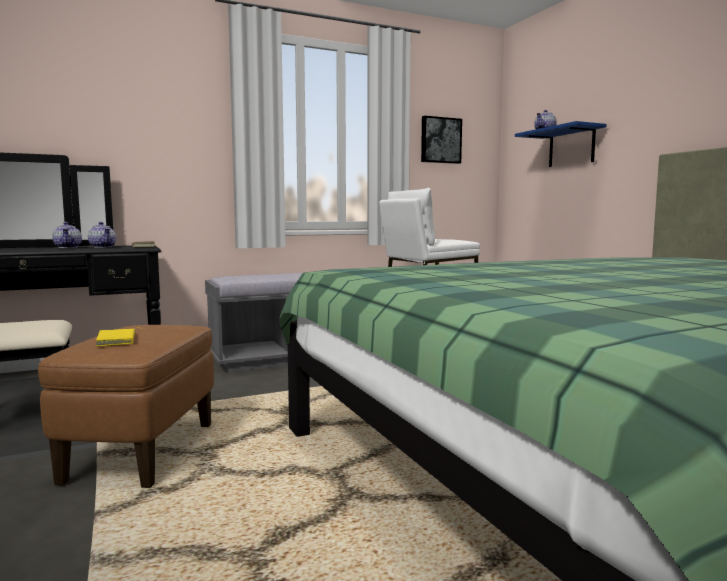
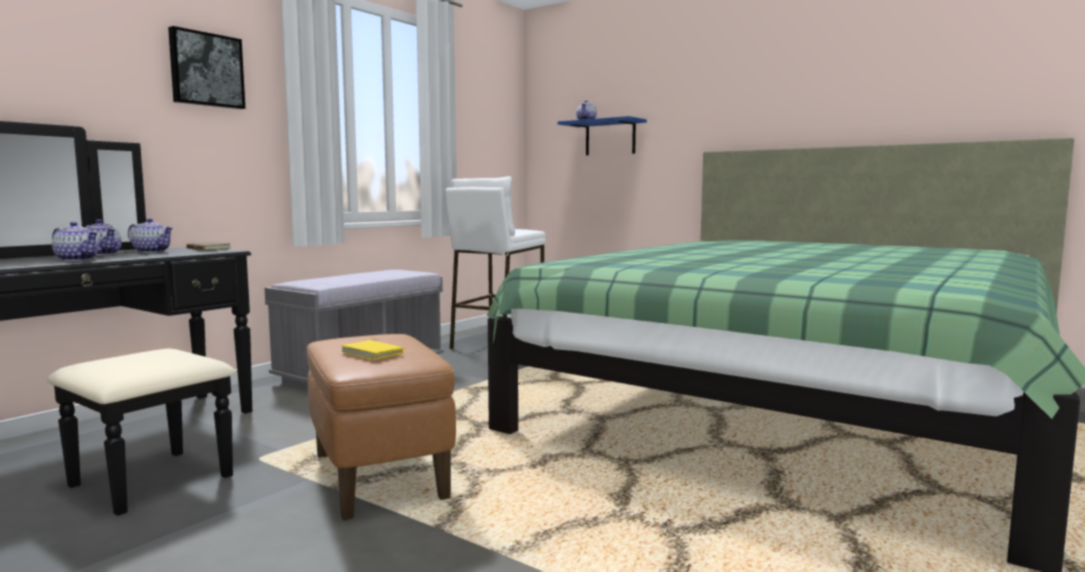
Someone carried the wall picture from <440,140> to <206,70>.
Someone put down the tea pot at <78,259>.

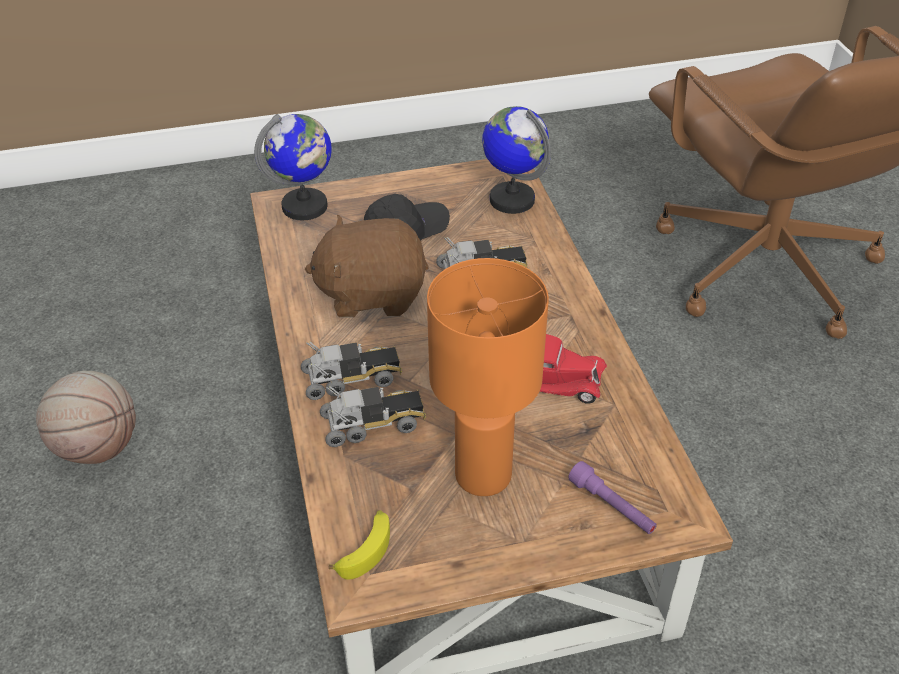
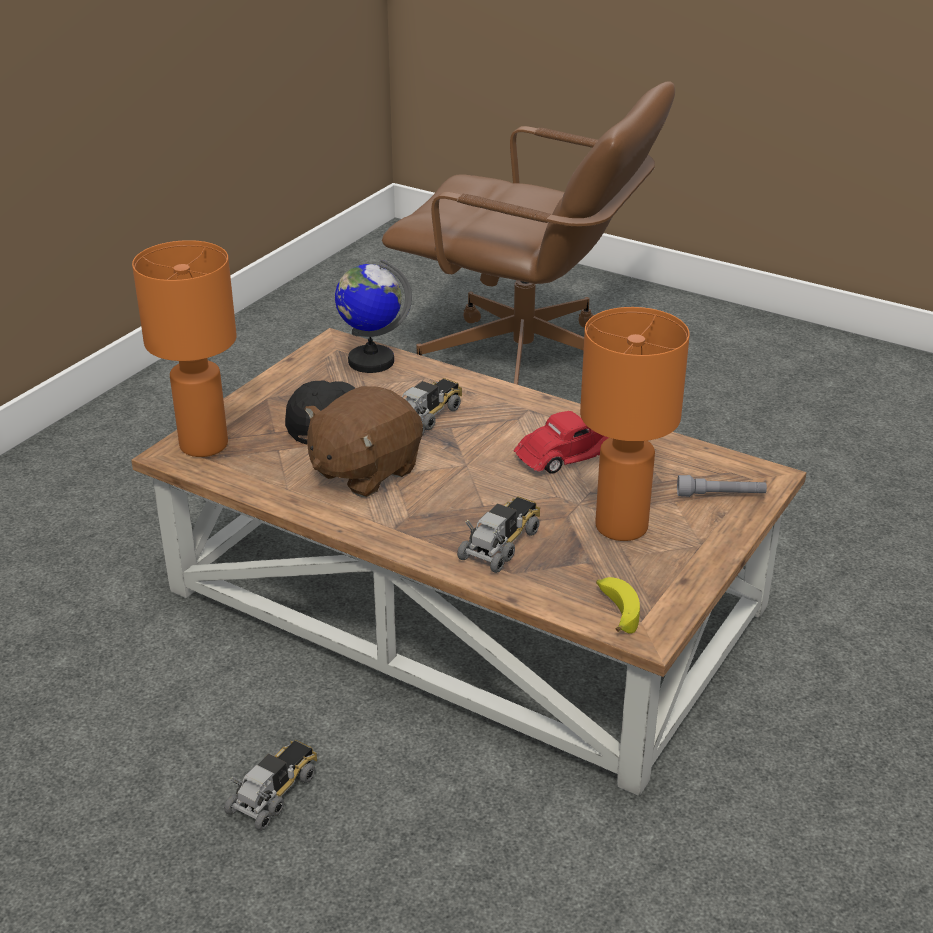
Someone took away the basketball at <98,447>.
Someone swapped the desk globe at <305,207> for the orange-coloured lamp for a table at <203,444>.
Someone carried the toy lorry from <352,378> to <274,792>.
Someone repainted the purplish hand torch at <612,506>, which became the grey hand torch at <720,495>.

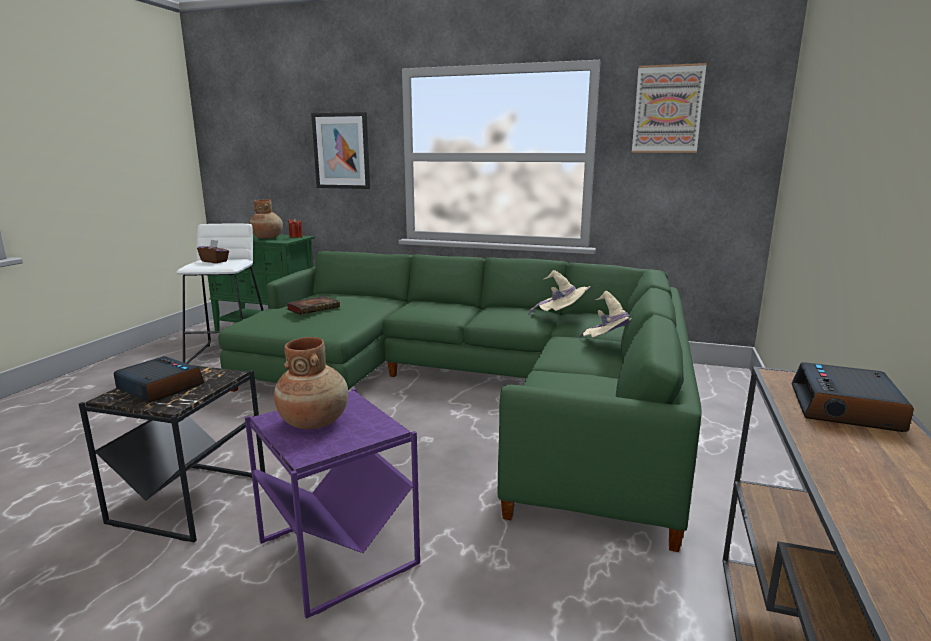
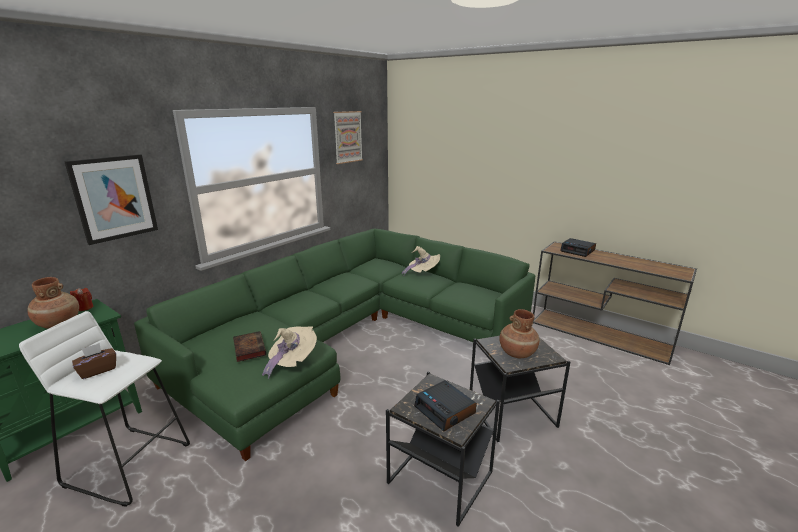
Someone rotated the alarm clock at <159,387> by 90 degrees counterclockwise.
Someone repainted the purplish accent table at <337,554>, which became the black-coloured accent table at <512,414>.
Someone carried the beige wearable hat from <562,316> to <292,362>.

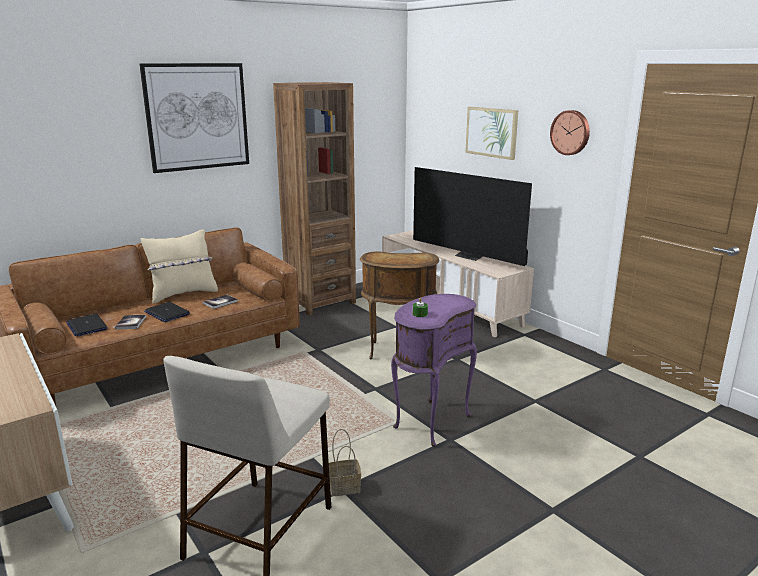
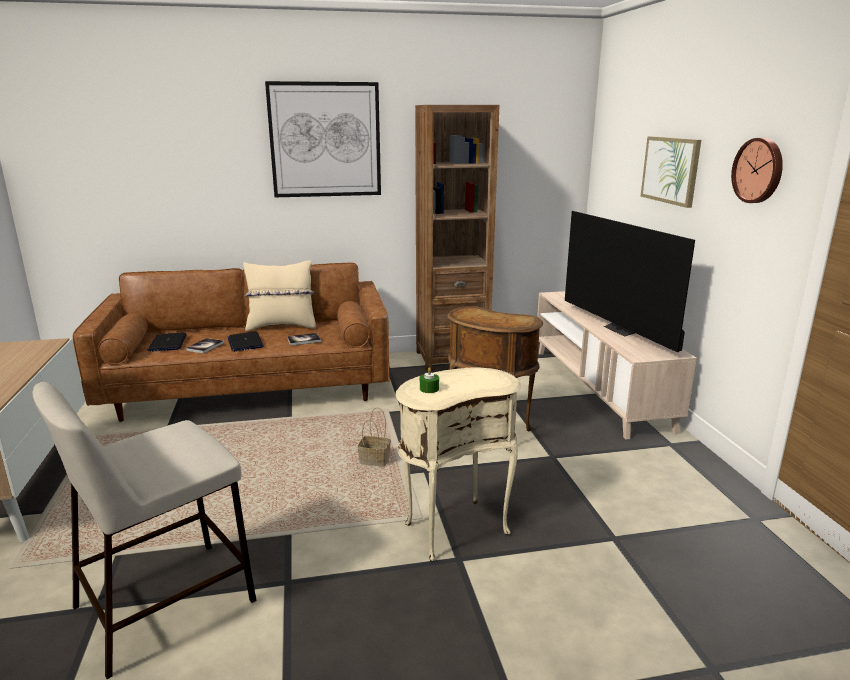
Someone carried the storage basket from <345,486> to <375,460>.
Someone repainted the purplish accent table at <429,421>, which became the beige accent table at <454,527>.

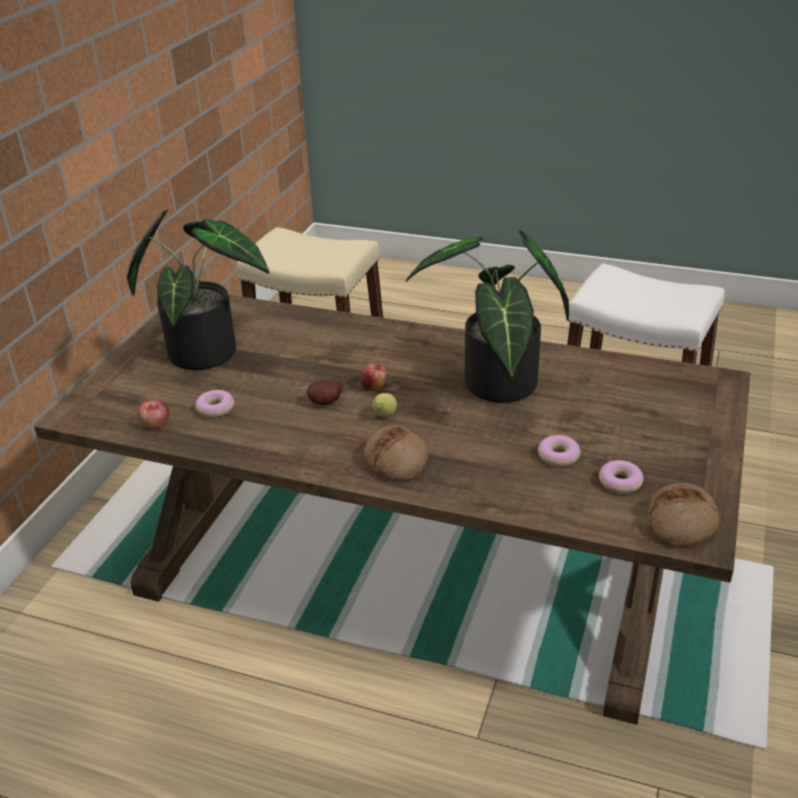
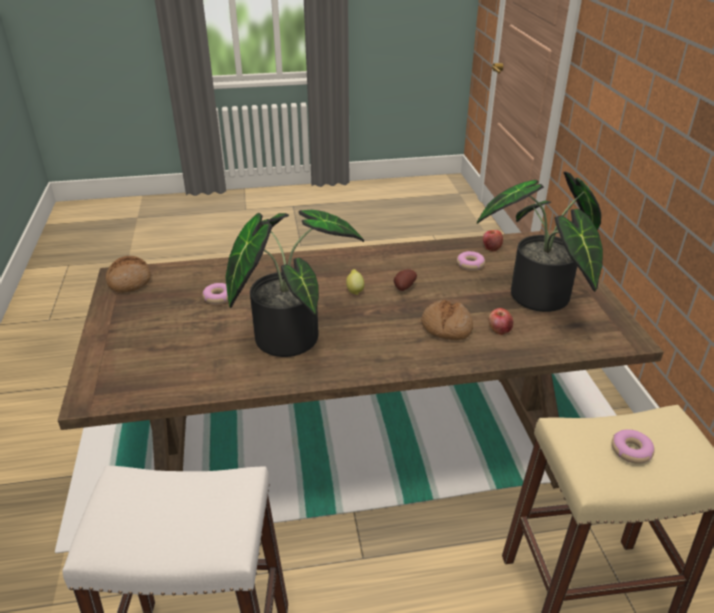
Someone carried the apple fruit from <374,386> to <499,329>.
Someone carried the bakery bread from <396,461> to <446,327>.
Someone carried the ring doughnut from <620,482> to <631,450>.

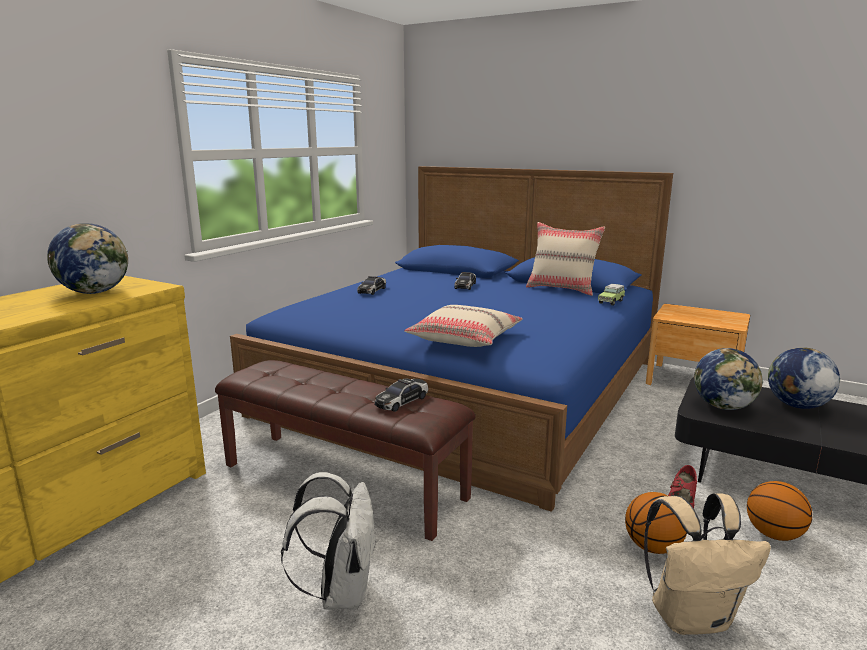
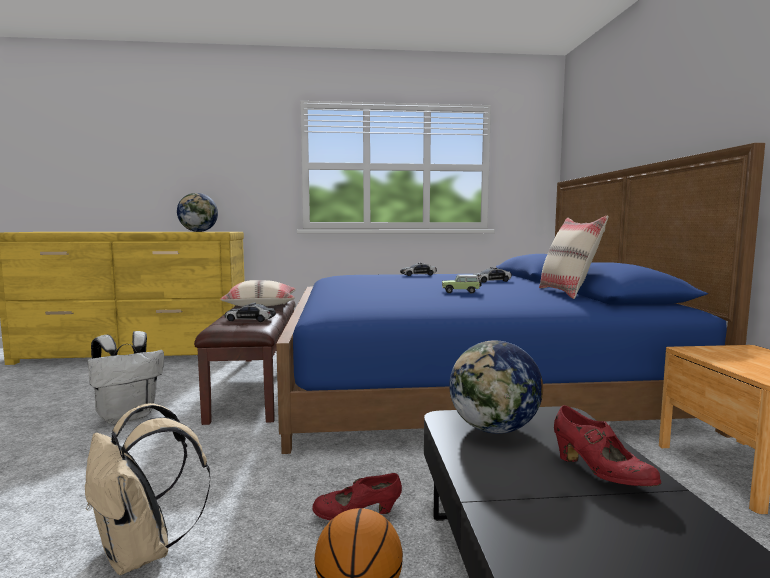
Someone carried the beige throw pillow from <465,338> to <261,304>.
Someone carried the model car from <611,301> to <461,292>.
Someone took away the basketball at <653,547>.
Someone swapped the desk globe at <796,405> for the red item of footwear at <600,474>.

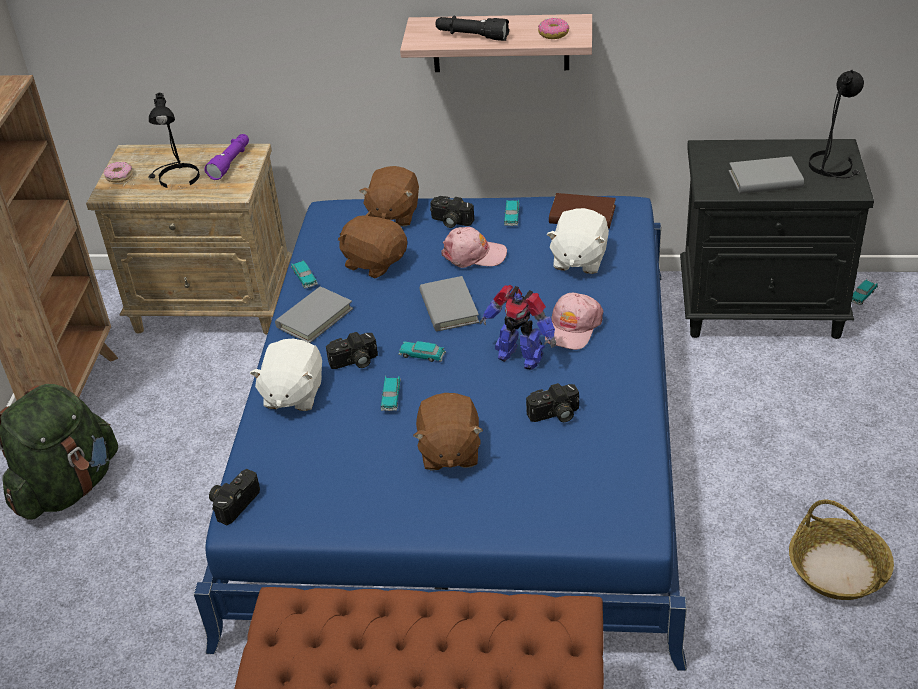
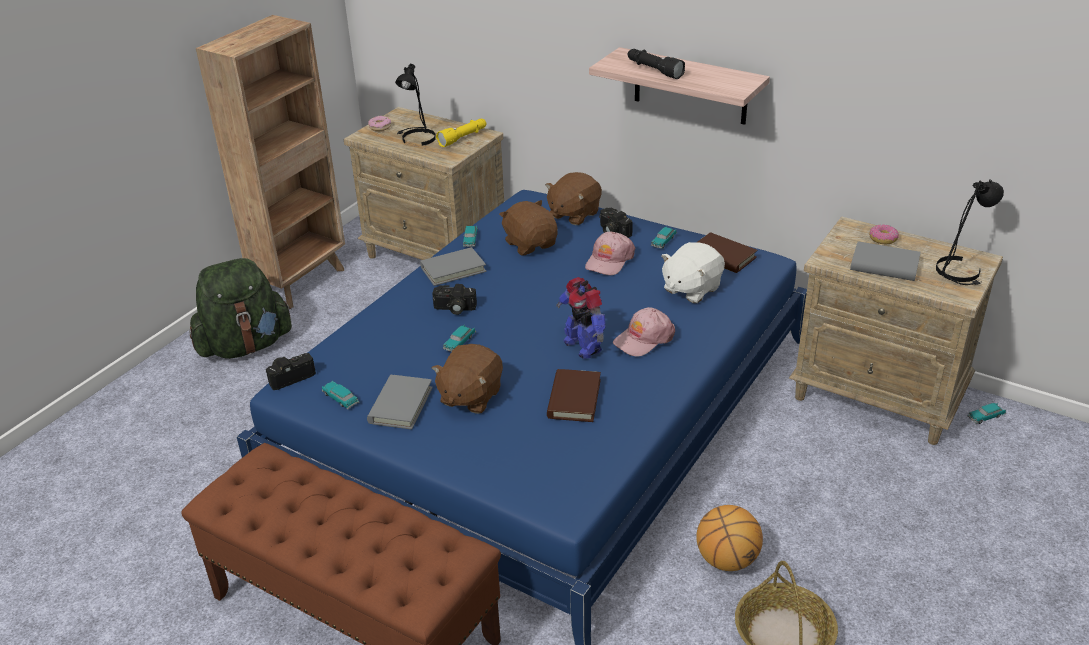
Someone repainted the purplish hand torch at <231,162>, which became the yellow-coloured hand torch at <463,138>.
Someone took away the white-coloured plush toy at <292,394>.
Someone carried the model car from <422,355> to <340,398>.
Someone carried the grey bound book from <449,307> to <400,405>.
Someone rotated the pink-coloured cap at <473,255> by 90 degrees clockwise.
Someone swapped the photo camera at <555,415> for the brown bound book at <574,399>.
Someone carried the ring doughnut from <553,34> to <883,239>.
Someone repainted the black-coloured bedside table at <762,308>, which became the beige bedside table at <879,396>.
Someone put down the basketball at <726,560>.

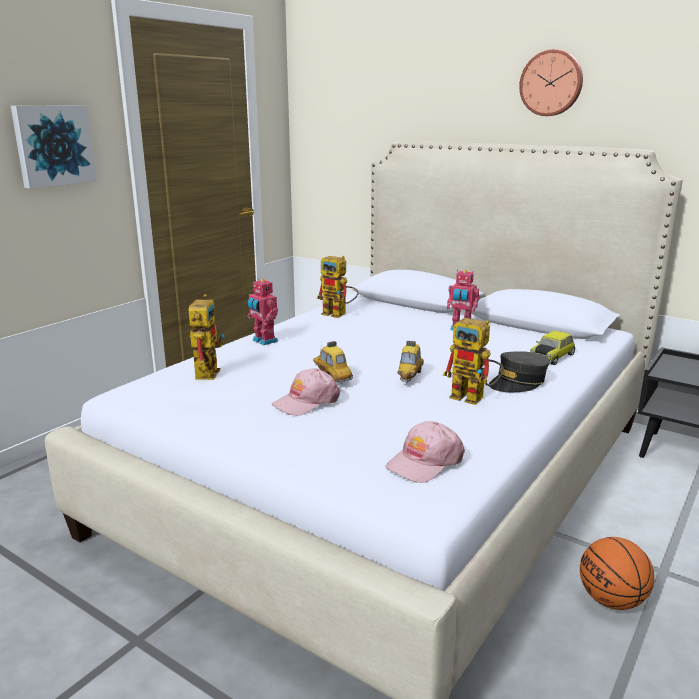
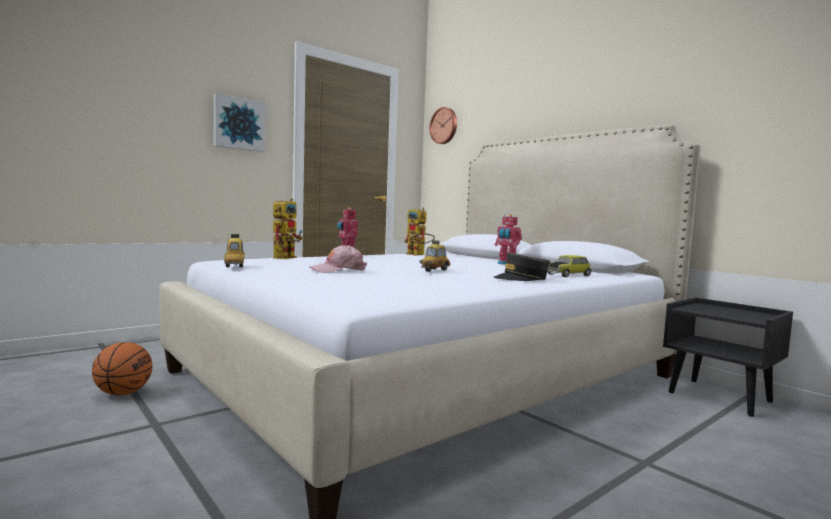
Someone carried the model car from <332,376> to <235,265>.
Someone took away the pink-coloured cap at <424,462>.
Someone took away the model robot at <474,398>.
Someone carried the wall clock from <551,83> to <444,126>.
Someone carried the basketball from <611,600> to <123,393>.

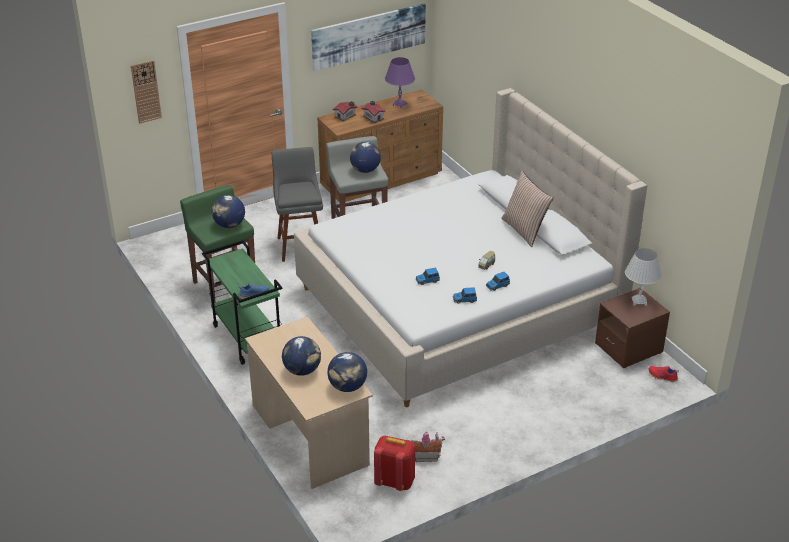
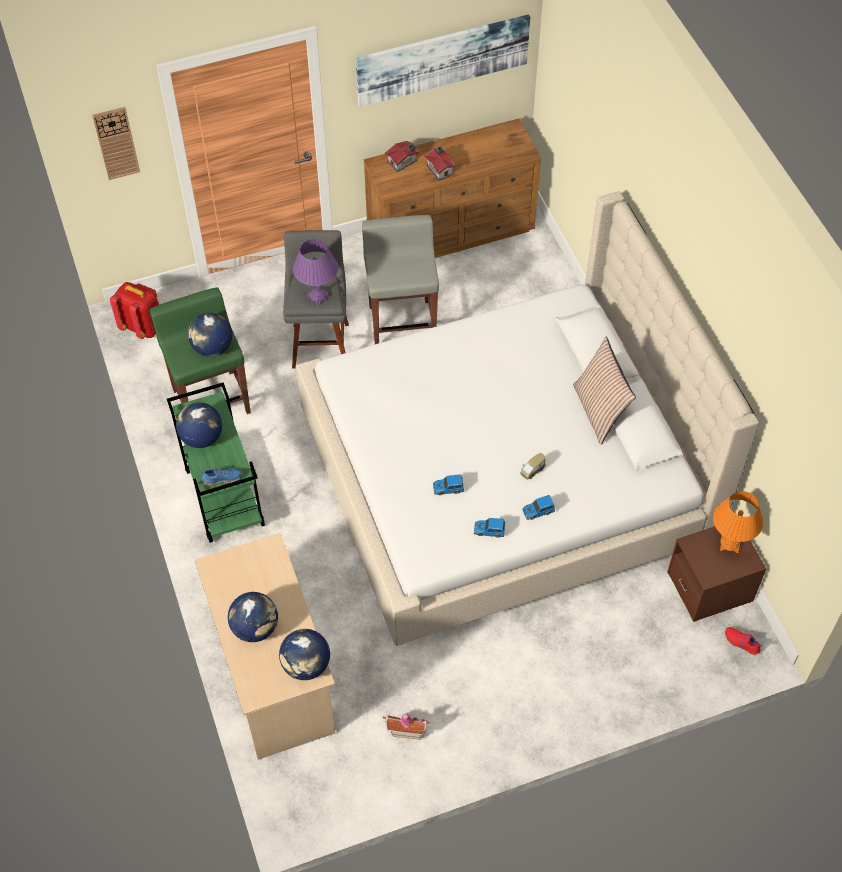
Someone carried the desk globe from <365,170> to <201,437>.
Someone carried the red knapsack from <394,481> to <143,327>.
Someone carried the purplish lamp for a table from <399,104> to <318,296>.
Someone repainted the white-coloured lamp for a table at <639,301>, which became the orange-coloured lamp for a table at <729,544>.

